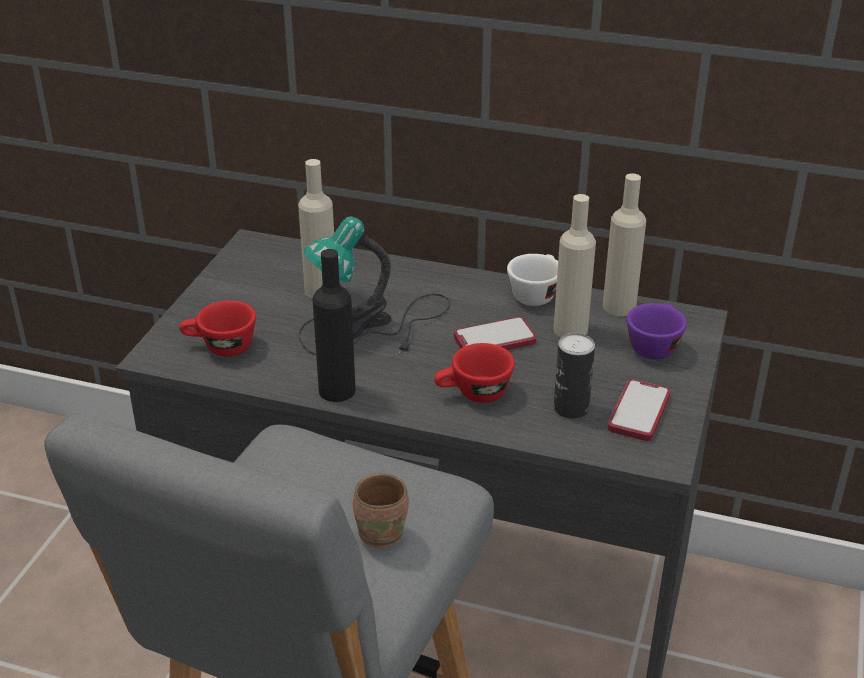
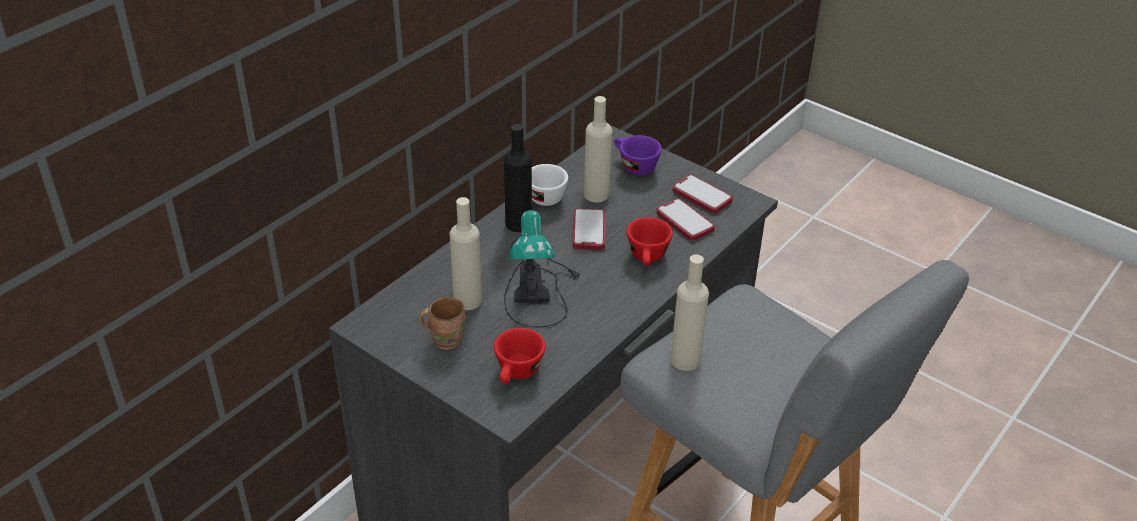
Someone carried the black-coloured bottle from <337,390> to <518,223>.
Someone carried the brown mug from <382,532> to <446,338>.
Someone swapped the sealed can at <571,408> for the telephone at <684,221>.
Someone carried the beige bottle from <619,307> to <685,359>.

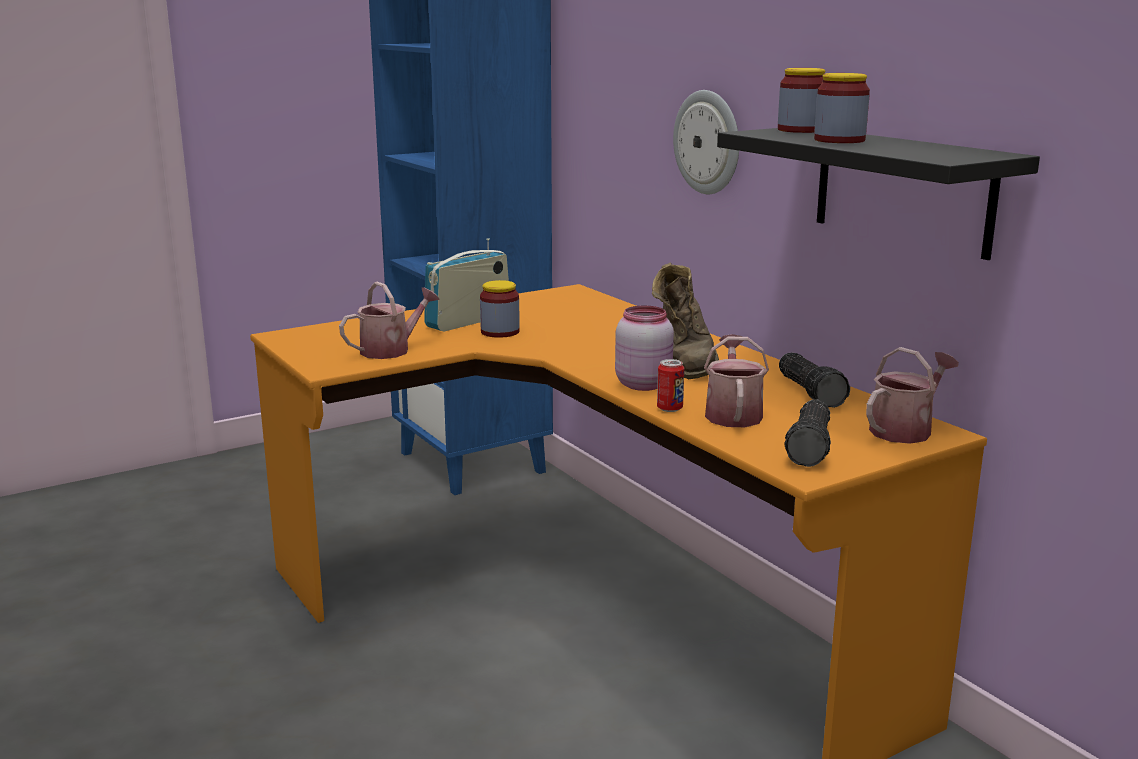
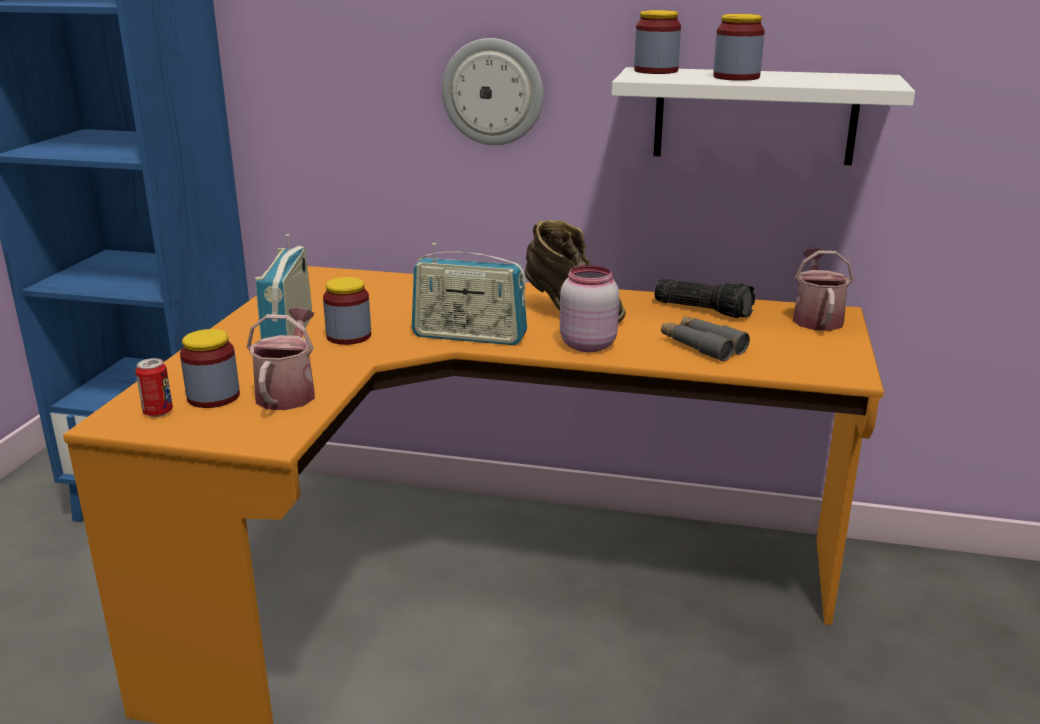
Someone carried the sealed can from <669,409> to <158,412>.
Someone swapped the watering pot at <733,413> for the grey field glasses at <702,346>.
Someone repainted the black-coloured bracket shelf at <902,190>, which became the white-coloured bracket shelf at <754,116>.
Someone took away the hand torch at <812,447>.
Someone put down the preserve jar at <213,397>.
Someone put down the radio at <469,336>.

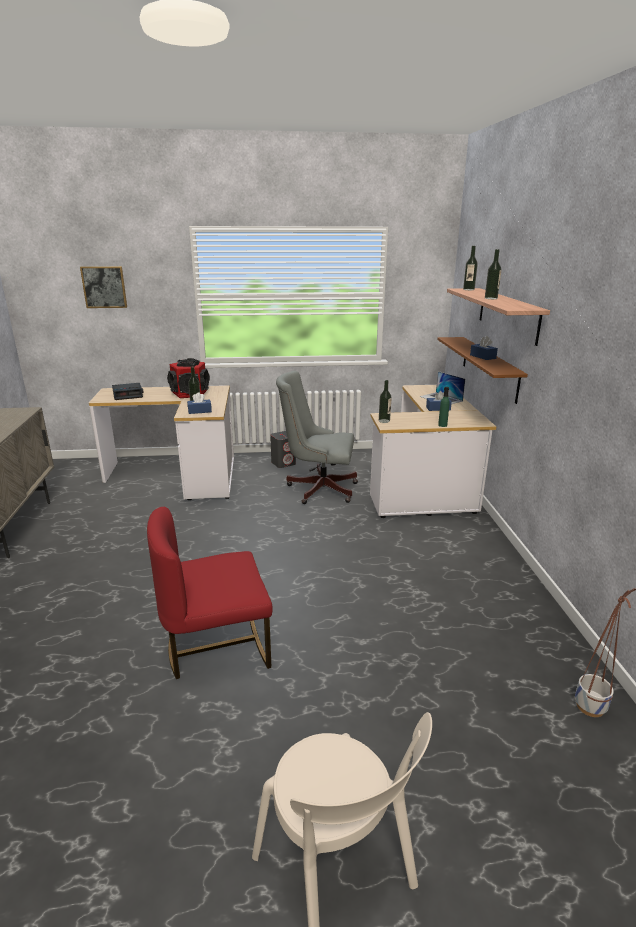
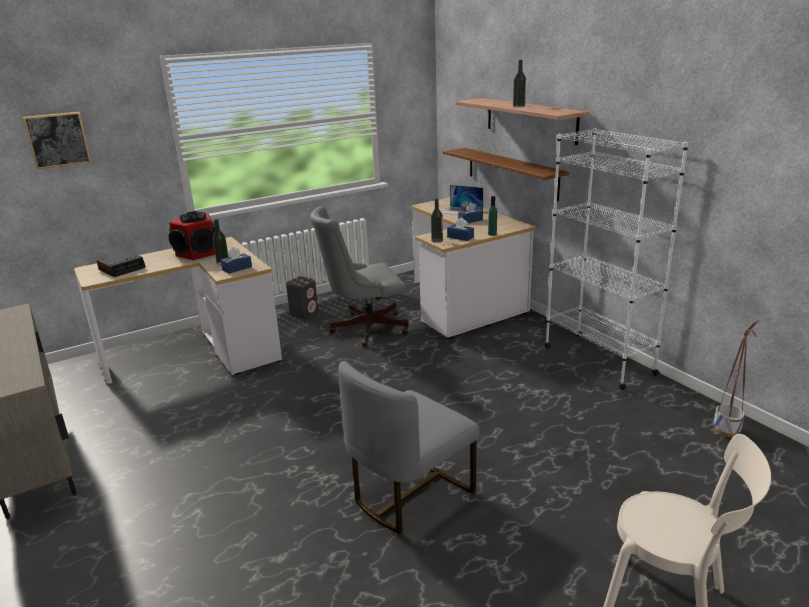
Someone repainted the red upright chair at <217,646>, which became the grey upright chair at <410,494>.
Someone took away the bottle at <468,289>.
Someone carried the bluish tissue box from <482,357> to <460,237>.
Someone put down the white-coloured bookshelf at <598,360>.

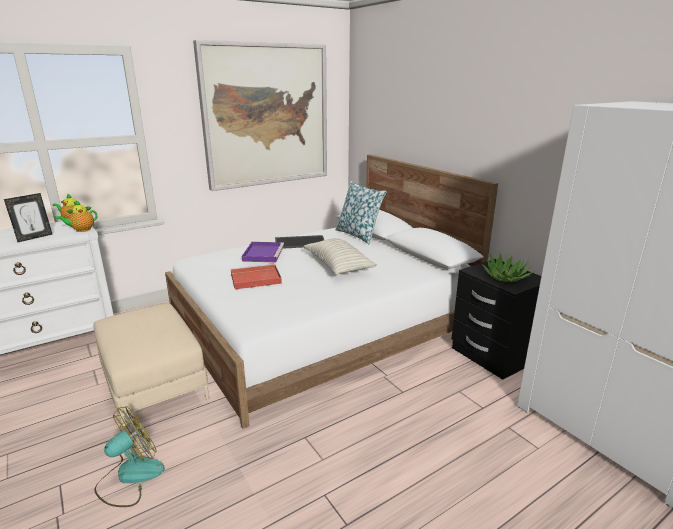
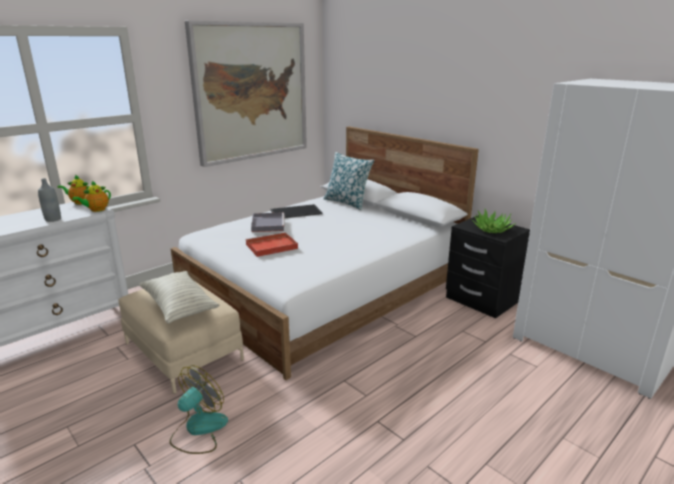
Someone swapped the picture frame at <34,237> for the grey bottle at <53,219>.
Someone repainted the purplish tray at <263,253>, which became the grey tray at <267,224>.
Someone carried the throw pillow from <338,266> to <179,306>.

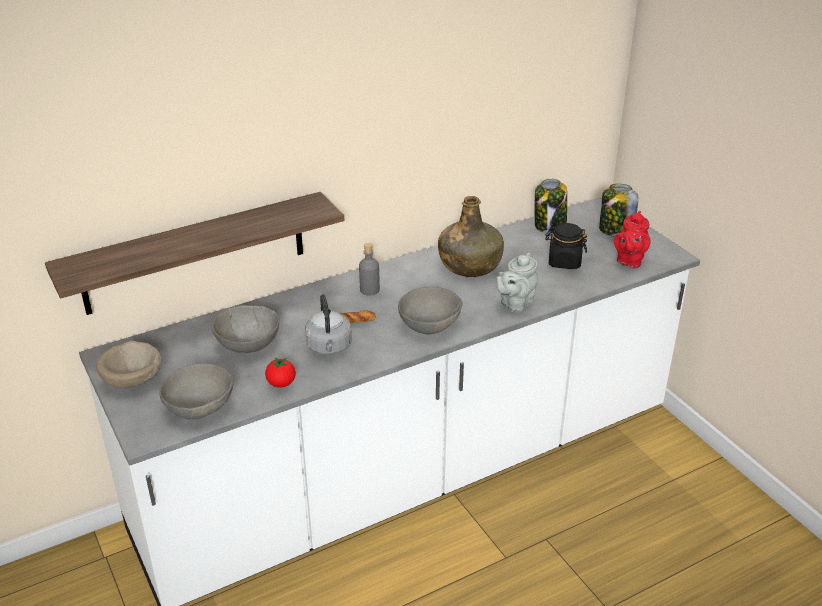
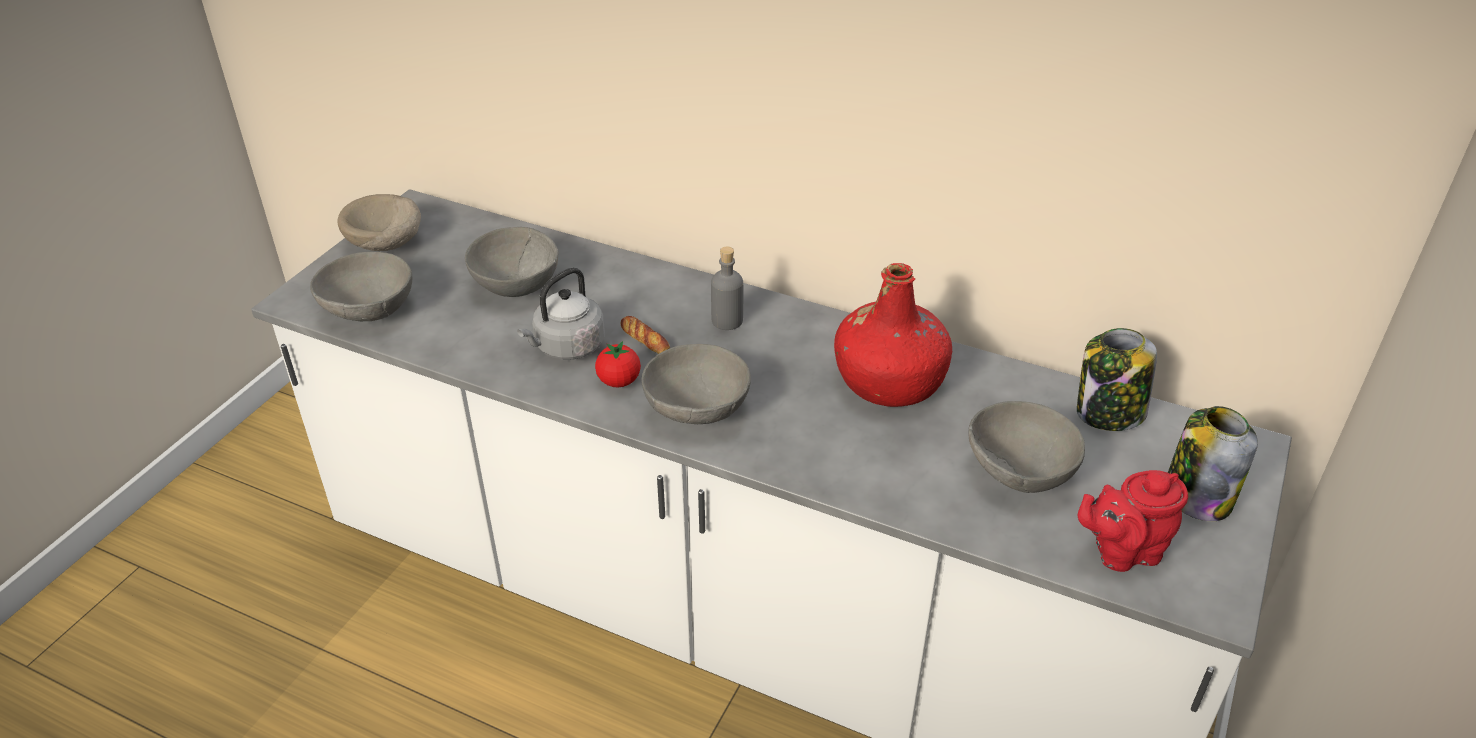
Someone took away the bracket shelf at <195,253>.
Someone carried the fresh tomato from <281,383> to <619,381>.
Someone repainted the greenish bottle at <470,265>, which became the red bottle at <890,381>.
Someone took away the grey tea pot at <515,304>.
Someone swapped the black-coloured preserve jar at <564,262> for the grey deep dish at <1021,473>.

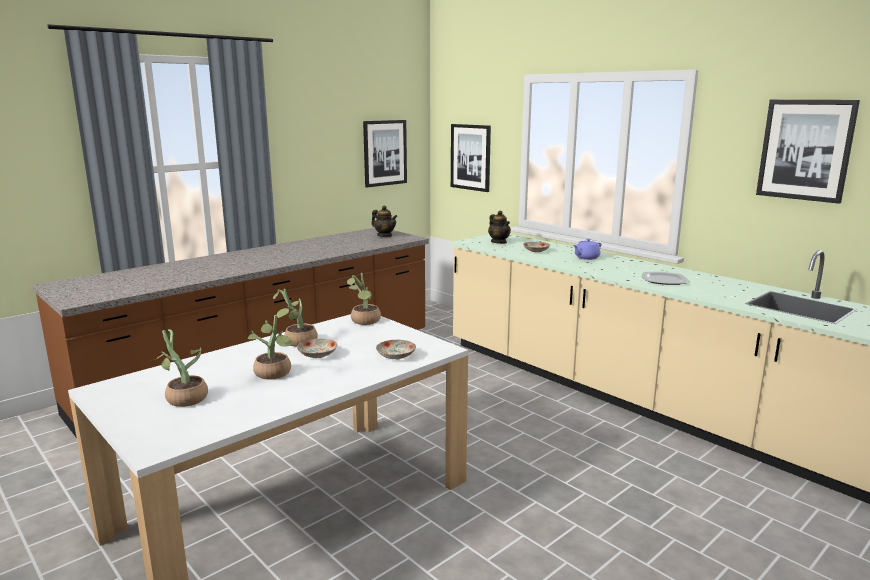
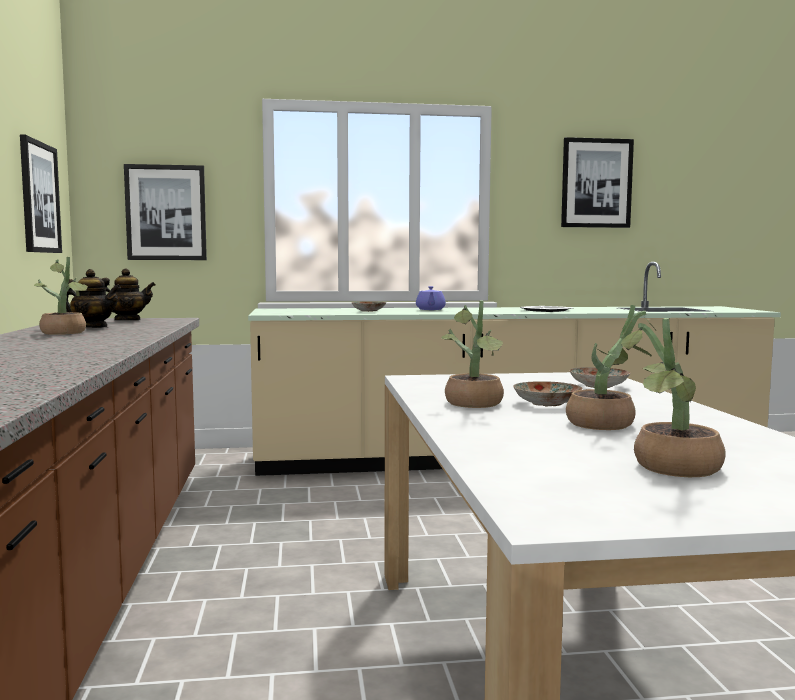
Someone carried the plant in a pot from <364,322> to <65,333>.
Someone carried the tea pot from <499,242> to <92,328>.

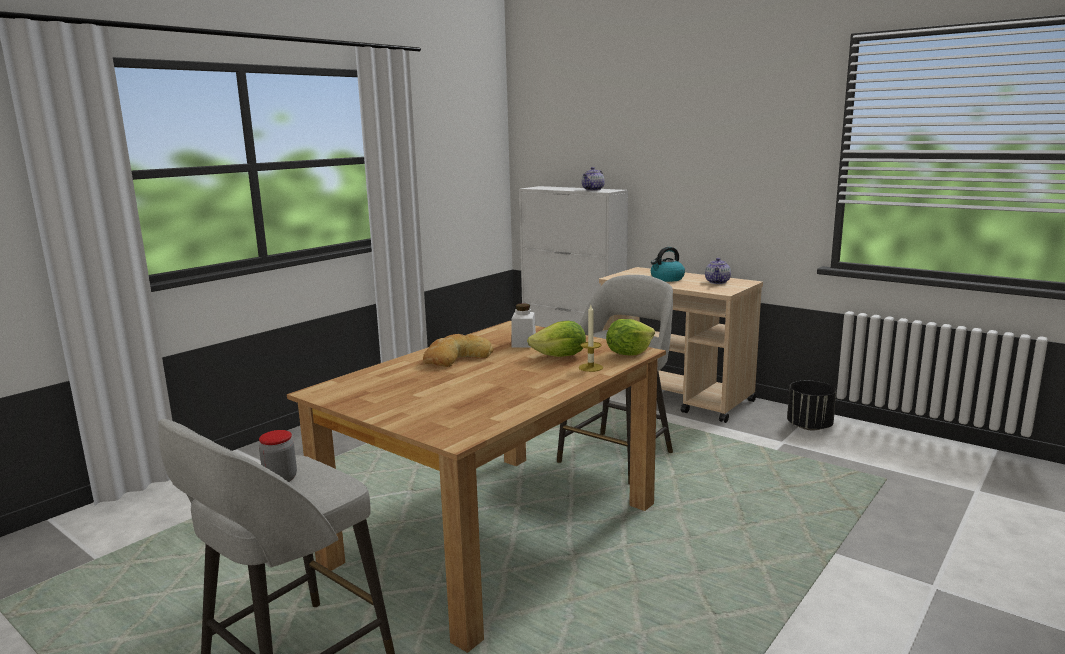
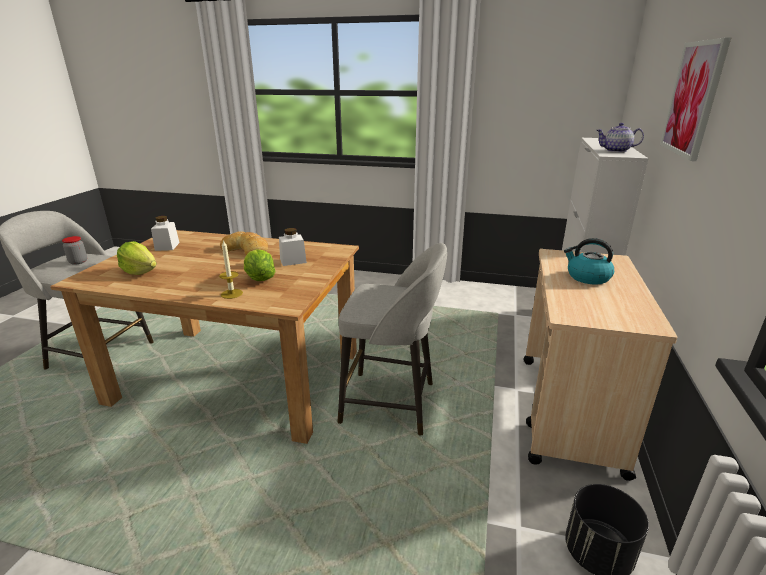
Someone carried the lettuce from <628,353> to <140,272>.
Someone took away the tea pot at <717,282>.
Someone put down the white-coloured preserve jar at <167,246>.
Someone put up the wall picture at <693,99>.

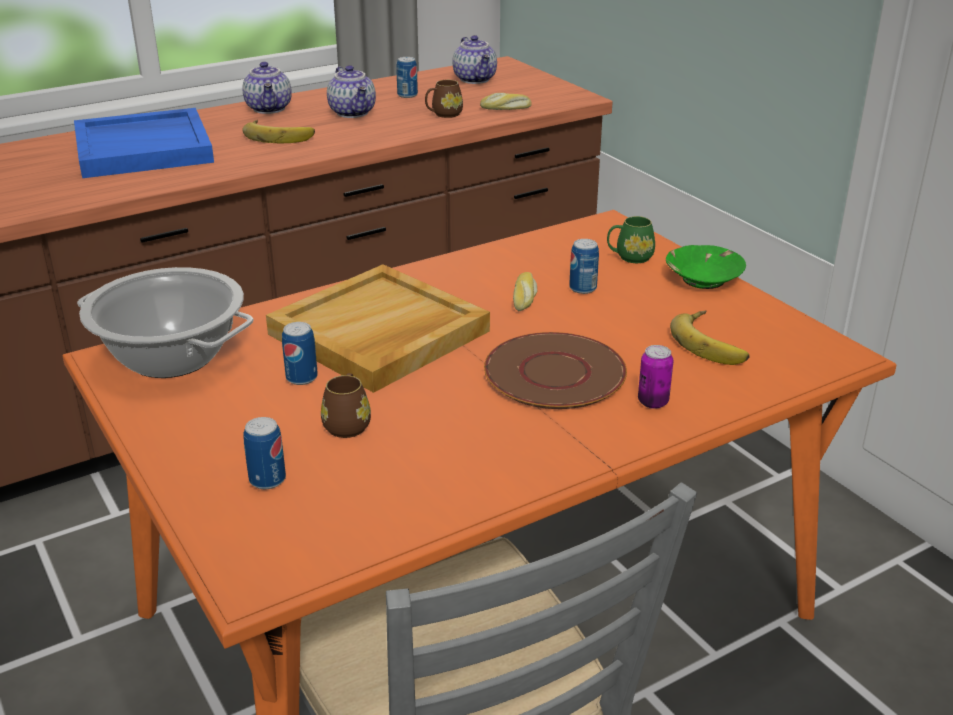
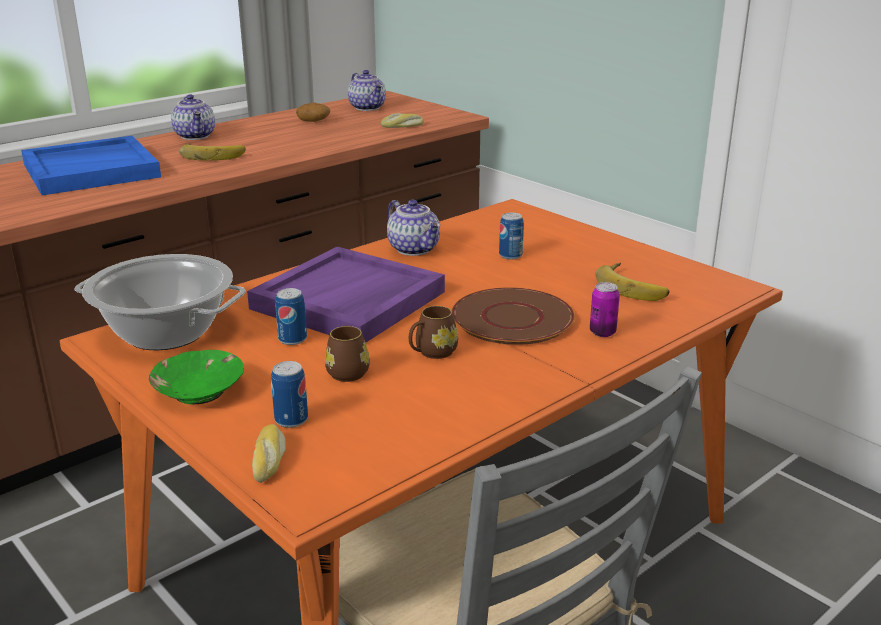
Someone repainted the beige tray at <379,334>, which became the purplish tray at <348,301>.
Someone carried the tea pot from <353,113> to <415,249>.
Someone swapped the sealed can at <407,95> for the spud at <314,121>.
Someone carried the brown mug from <443,114> to <432,353>.
Someone carried the bakery bread from <525,298> to <270,460>.
Someone took away the greenish mug at <629,257>.
Someone carried the greenish deep dish from <703,279> to <199,391>.

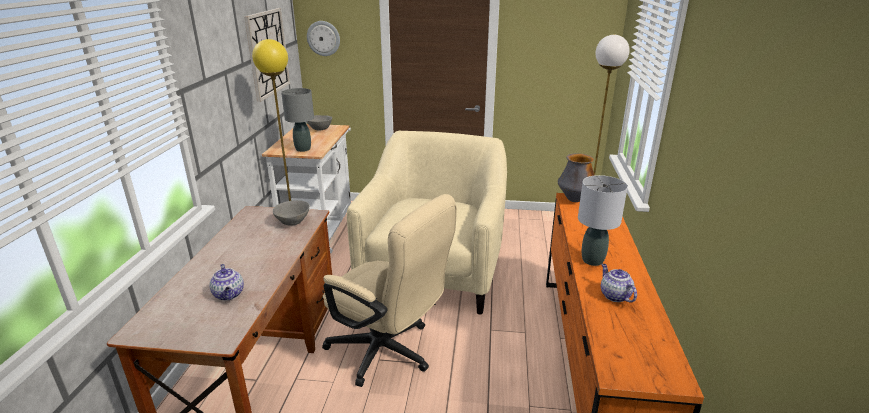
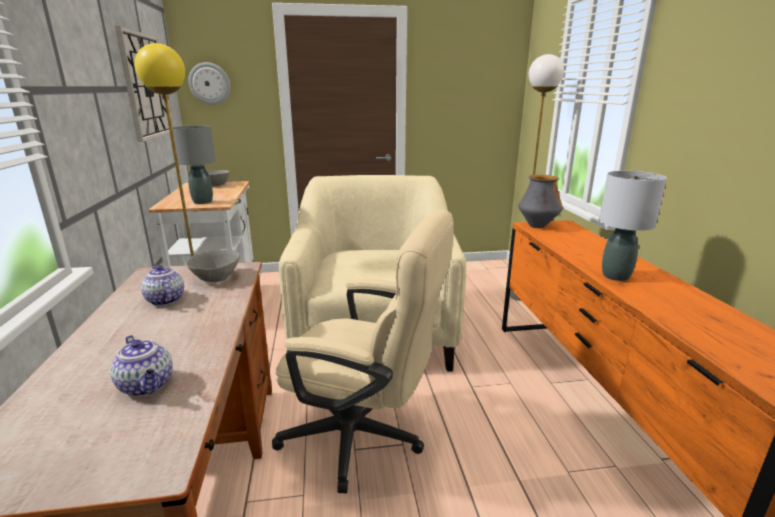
Someone carried the tea pot from <614,295> to <164,300>.

